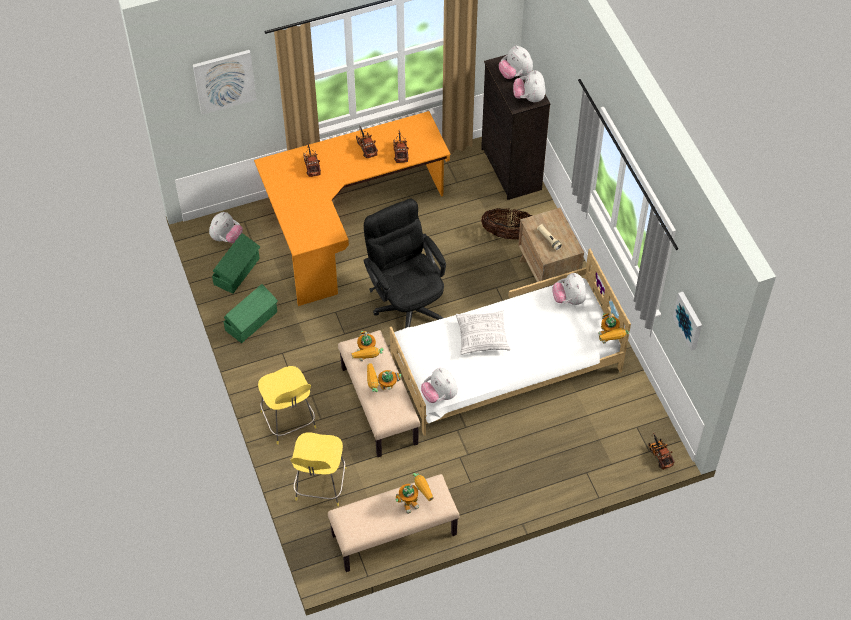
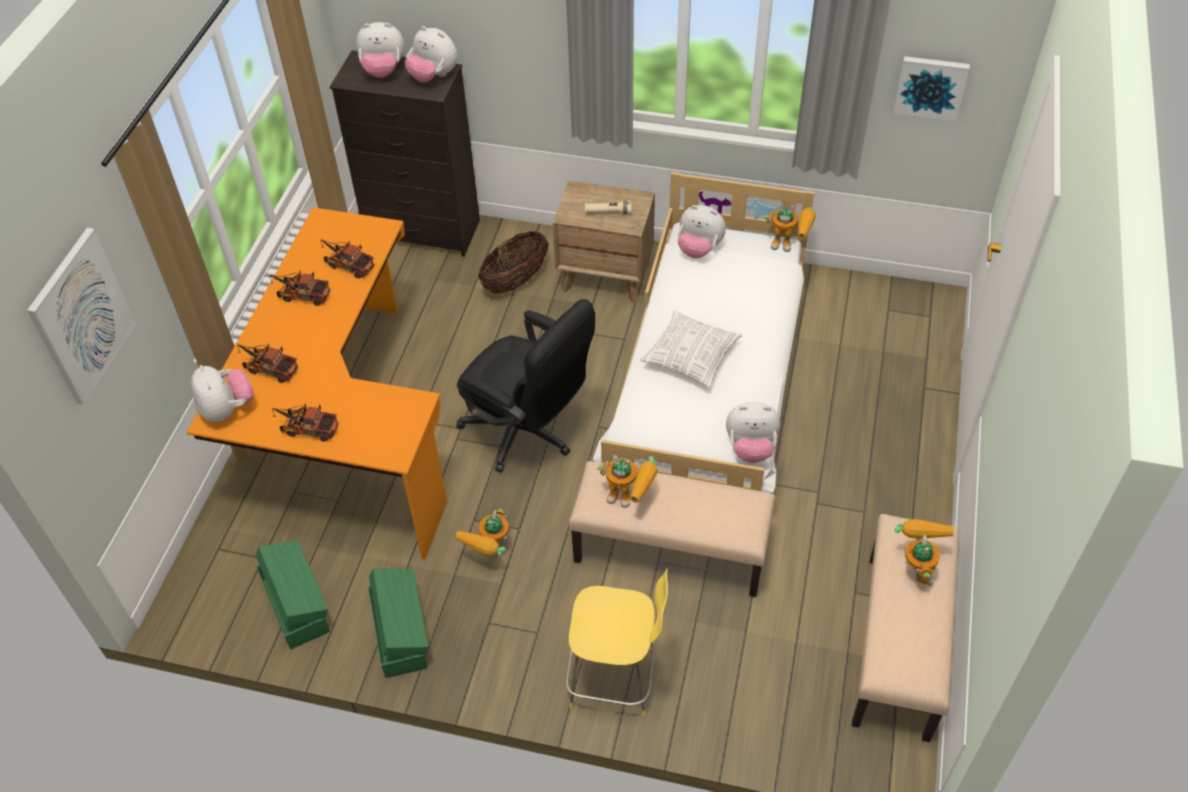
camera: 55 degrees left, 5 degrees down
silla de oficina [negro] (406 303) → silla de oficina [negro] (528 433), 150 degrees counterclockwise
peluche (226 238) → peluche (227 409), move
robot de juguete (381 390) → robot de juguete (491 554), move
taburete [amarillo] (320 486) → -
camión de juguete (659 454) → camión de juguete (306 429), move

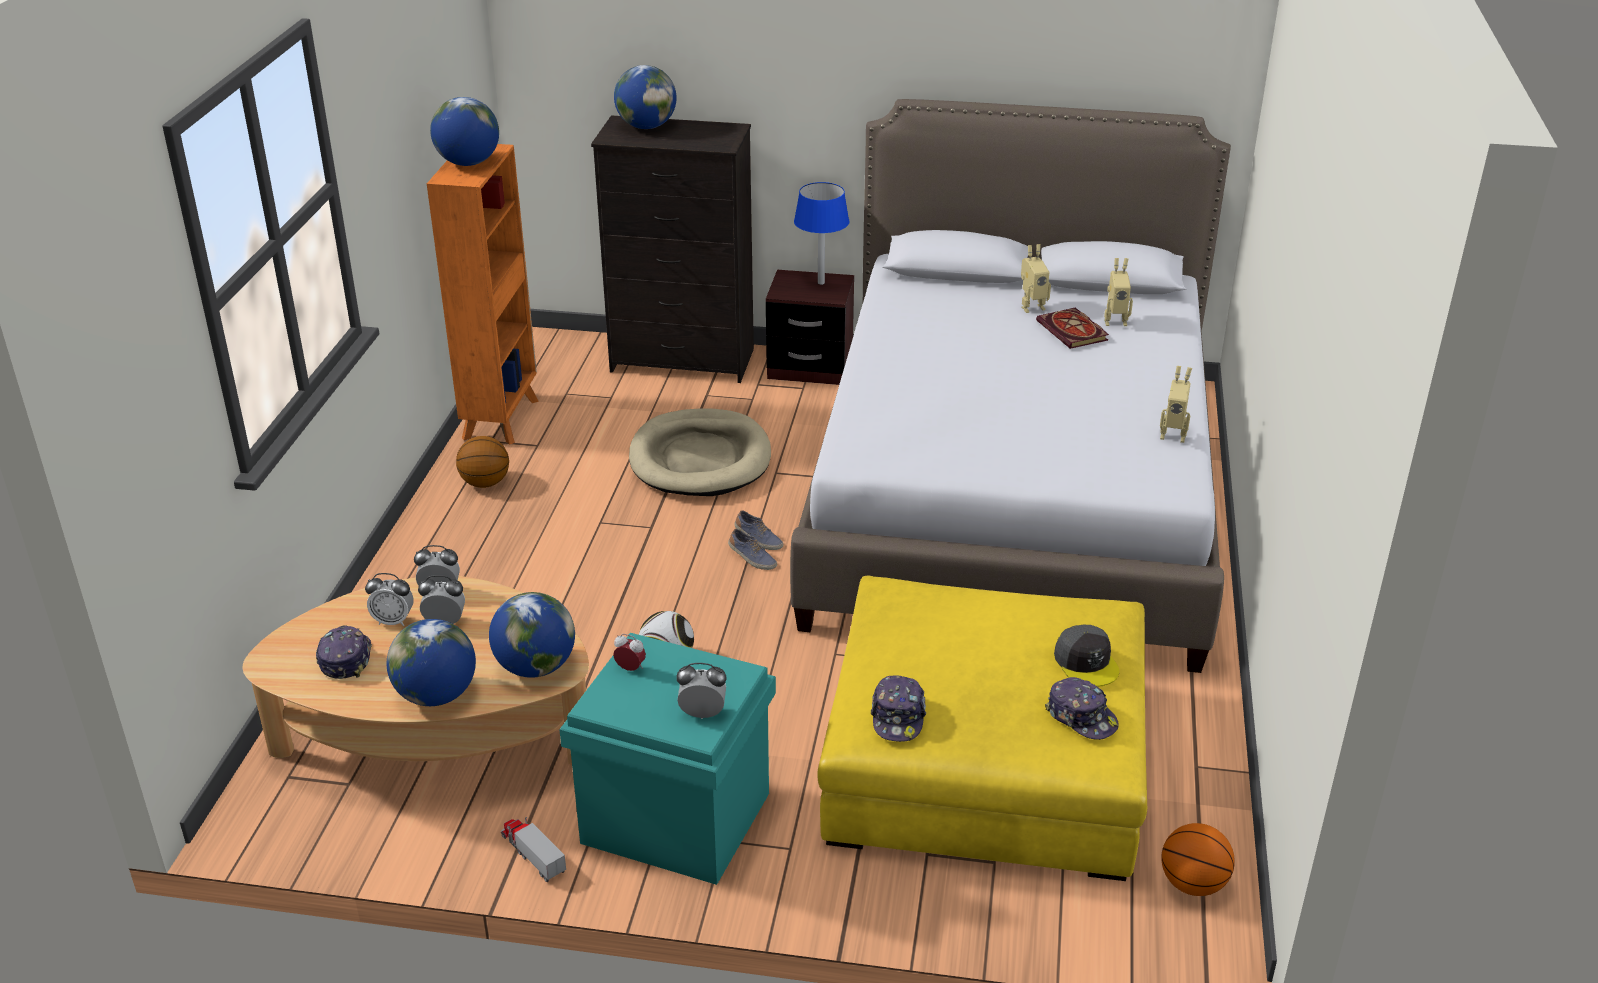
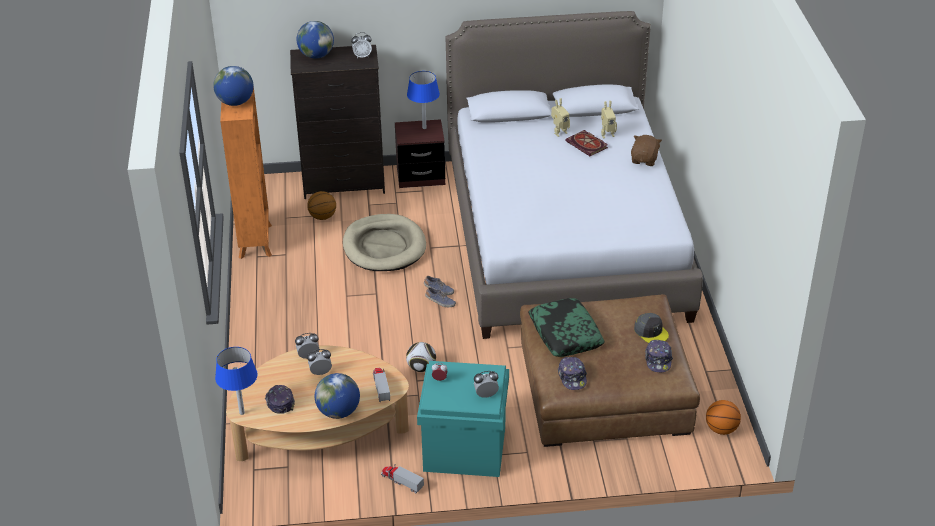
camera: 15 degrees left, 5 degrees up
robot de juguete (1173 435) → -
balón de baloncesto (485 483) → balón de baloncesto (323 217), move
despertador (393 620) → despertador (362 56), move
puf [amarillo] (984 761) → puf [marrón] (604 389)
globo terráqueo (535 667) → camión de juguete (381 387)
gorra (1081 717) → gorra (658 360), 60 degrees clockwise
- → peluche [marrón] (644 160)
- → cojín (565 334)
- → lámpara de mesa [azul] (242 413)

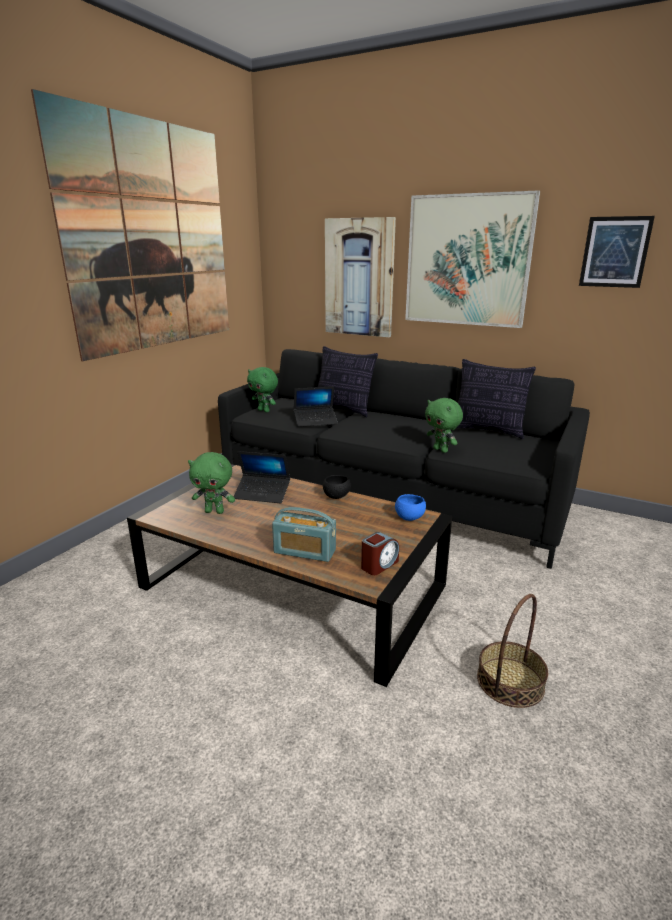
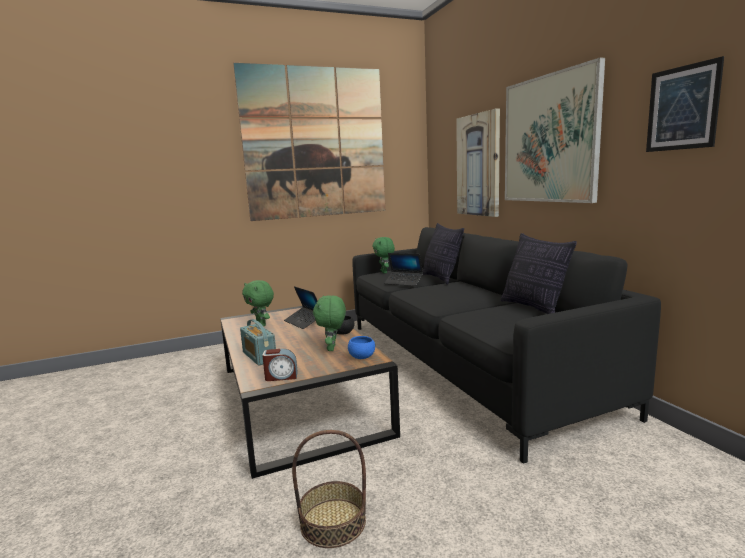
camera: 40 degrees right, 10 degrees down
peluche [verde] (441 450) → peluche [verde] (332 348), move

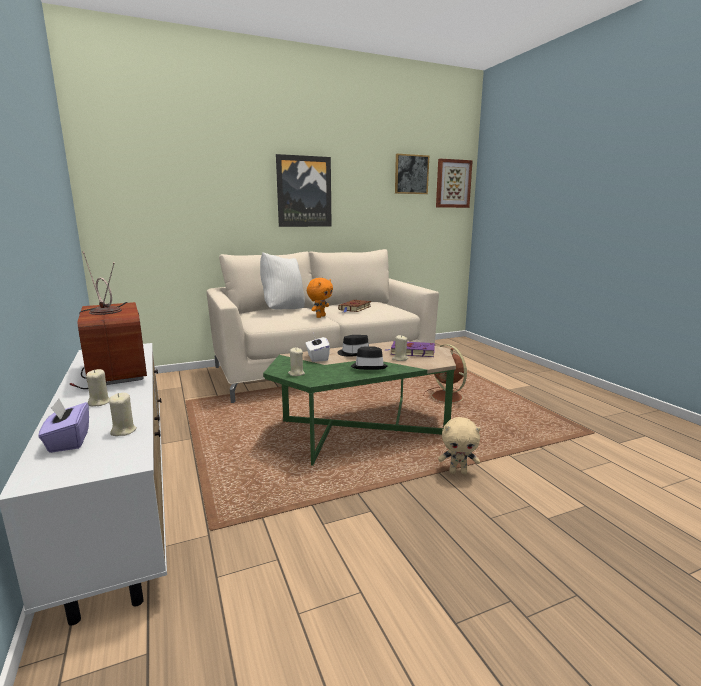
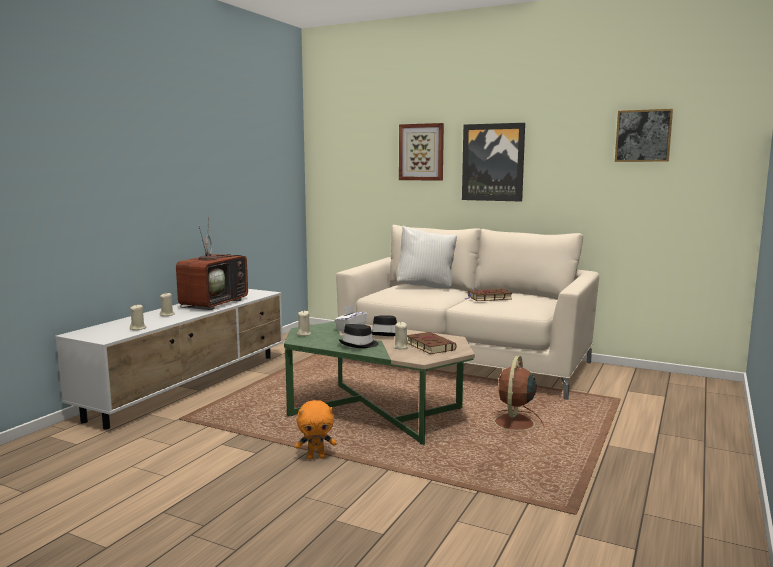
camera: 50 degrees right, 5 degrees down
cuadro (453 184) → cuadro (421 152), move
peluche [naranja] (320 316) → peluche [naranja] (316 457), move
libro [morado] (411 352) → libro [marrón] (429 346)
caja de pañuelos [morado] (68 441) → -
peluche [beis] (458 472) → -

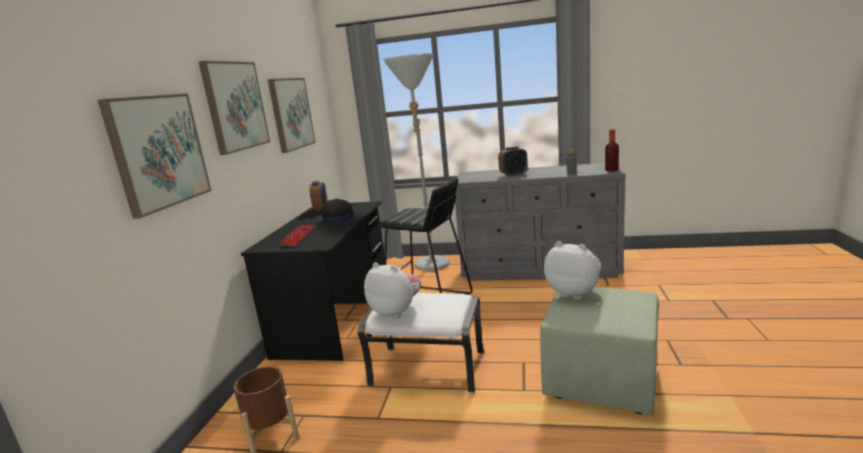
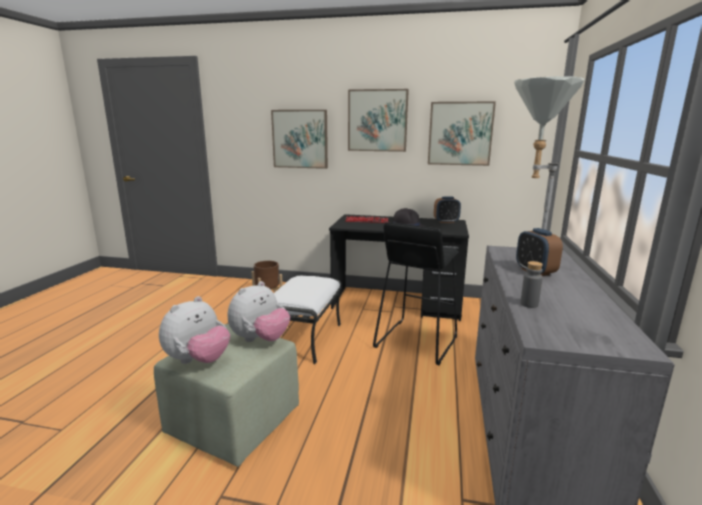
camera: 90 degrees right, 0 degrees up
botella (611 170) → -
peluche (396 312) → peluche (198 360), move

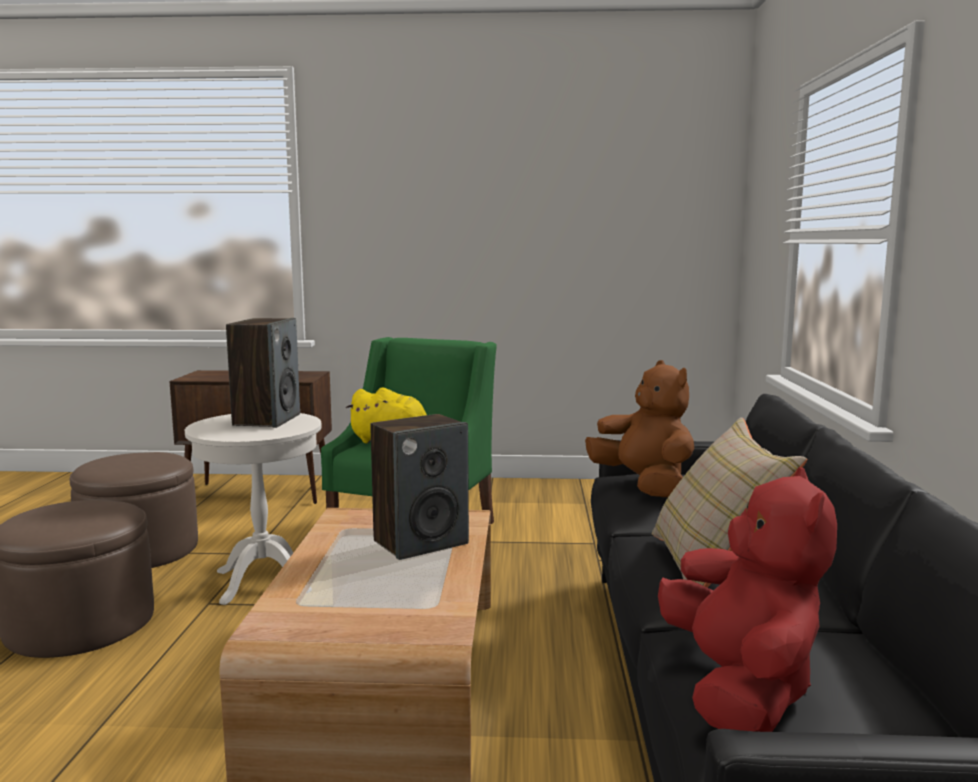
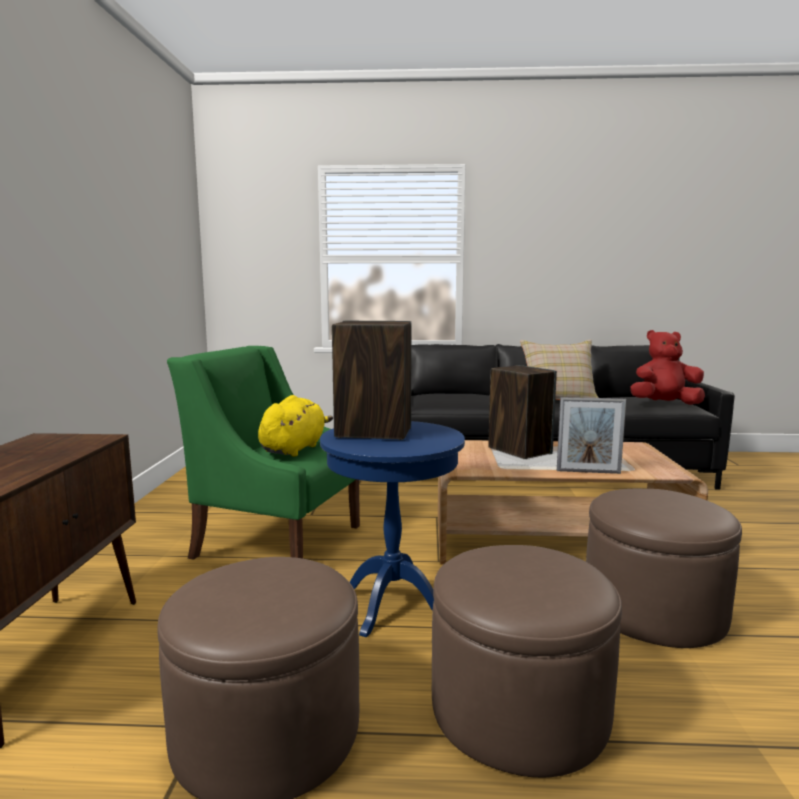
camera: 90 degrees left, 0 degrees up
peluche [marrón] (644 485) → -
mesa auxiliar [blanco] (263 581) → mesa auxiliar [azul] (392 604)
- → portarretratos (588 472)
- → puf [marrón] (654 609)

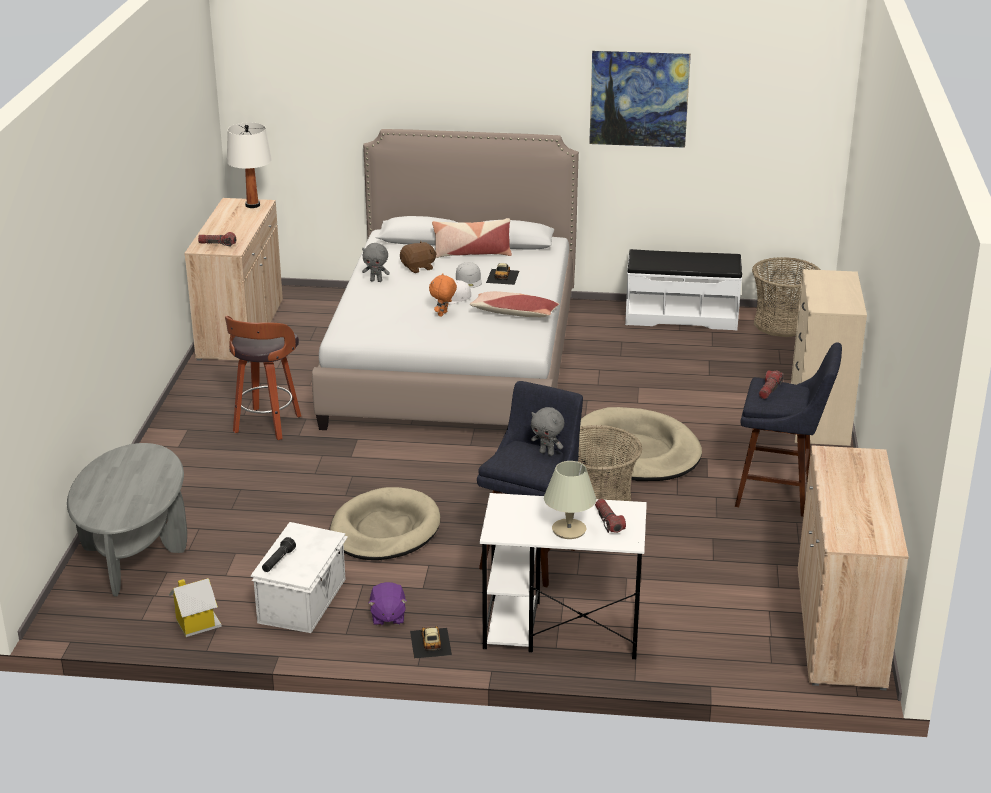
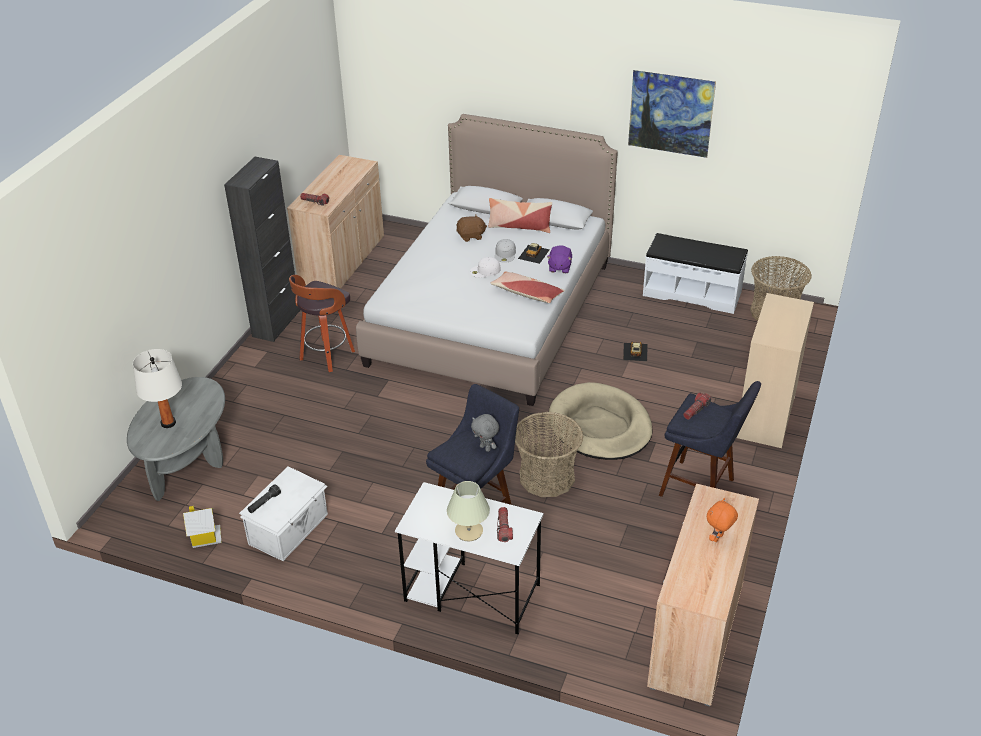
camera: 15 degrees right, 10 degrees up
lámpara de mesa [blanco] (252 205) → lámpara de mesa [blanco] (168 423), move
peluche [gris] (376 280) → -
peluche [naranja] (443 314) → peluche [naranja] (718 538), move
cama para perro [beis] (385 530) → -
peluche [morado] (387 616) → peluche [morado] (559 267), move
coche de juguete (430 643) → coche de juguete (635 352), move
- → armario [negro] (276 323)

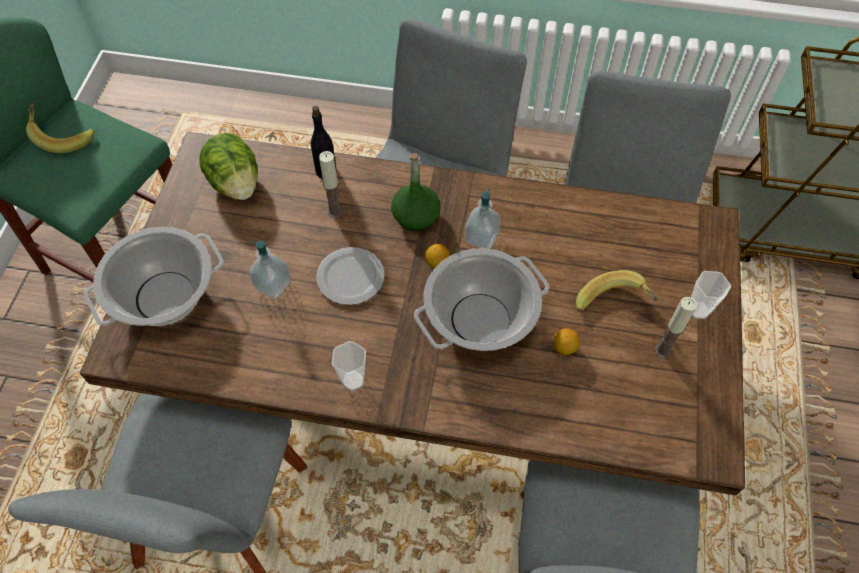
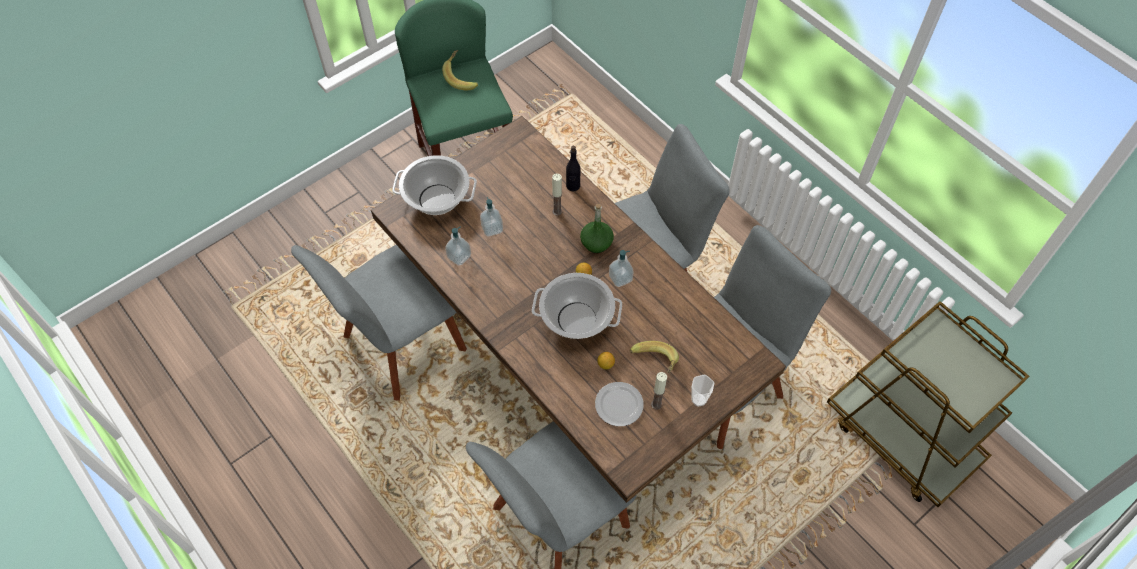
camera: 40 degrees right, 0 degrees up
lechuga (236 183) → -
plato (351 278) → plato (618 405), move
taza (353 380) → -
- → dispensador de jabón (459 256)

